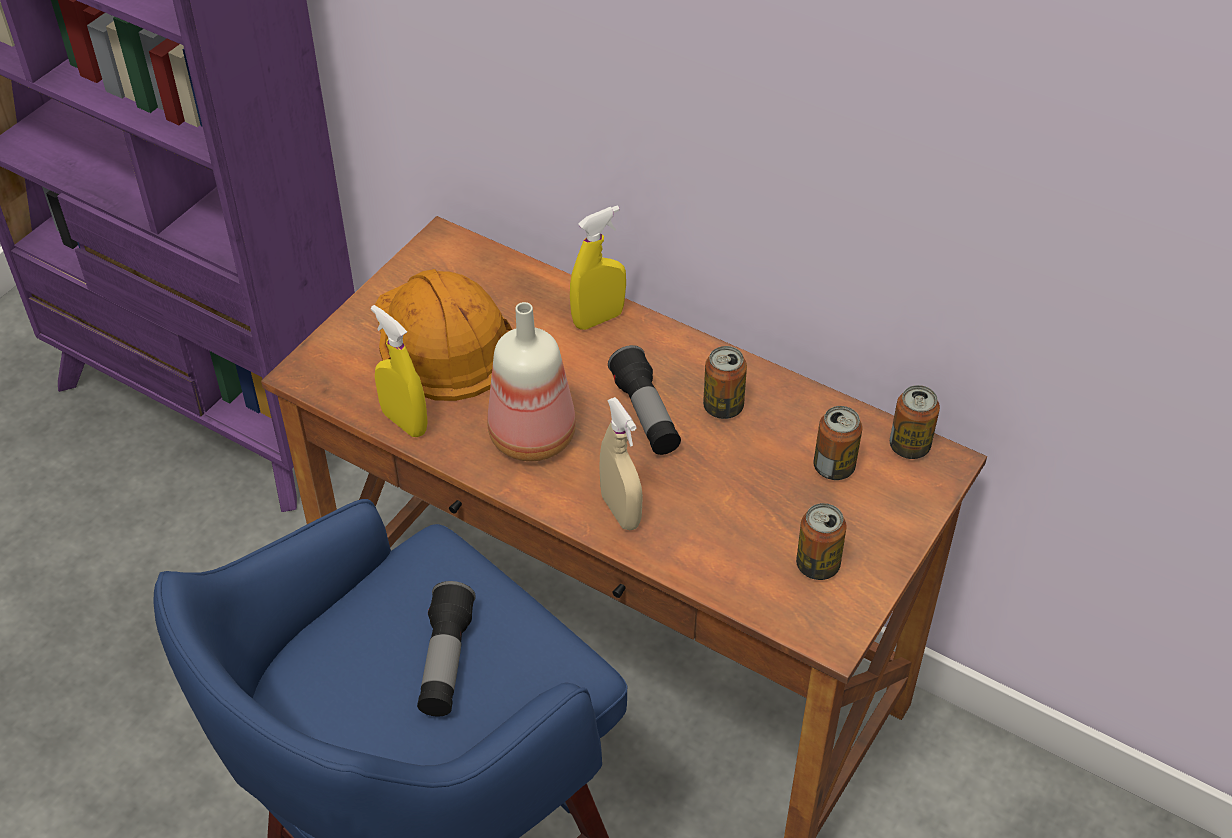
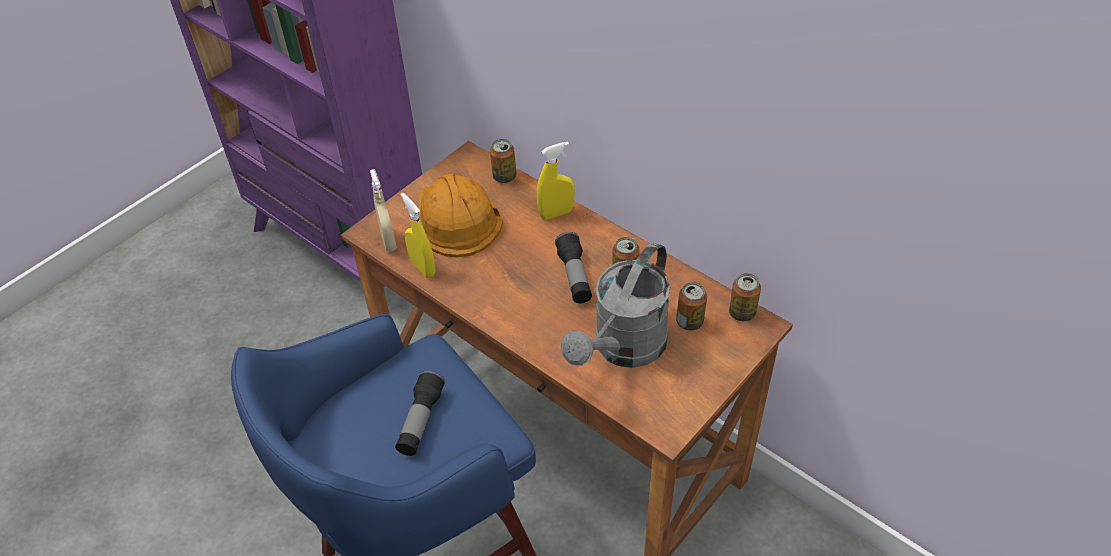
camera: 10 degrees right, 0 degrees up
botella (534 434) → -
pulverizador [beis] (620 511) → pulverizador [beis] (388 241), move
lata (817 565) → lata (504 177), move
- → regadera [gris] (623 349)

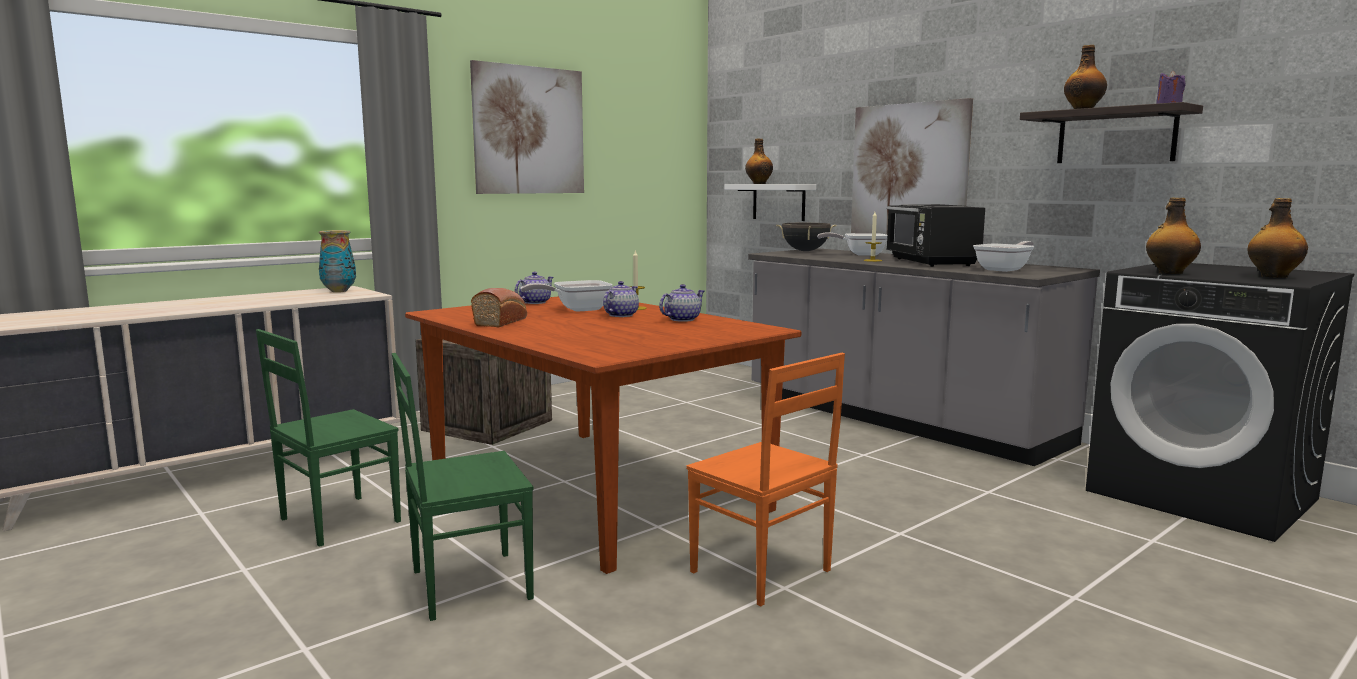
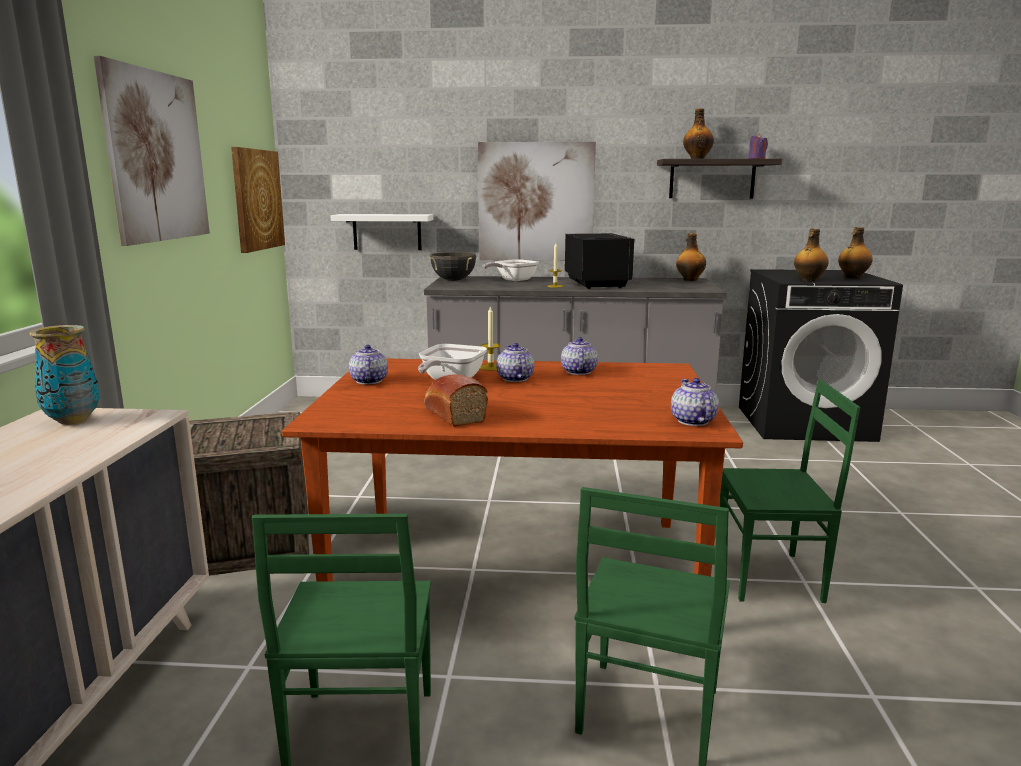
camera: 45 degrees left, 5 degrees up
botella (759 183) → botella (689 280), move
microondas [negro] (930 262) → microondas [negro] (597 283), 135 degrees counterclockwise
sartén (1005 269) → -
silla [naranja] (761 572) → silla [verde] (770 577)
- → cuadro (257 199)
- → tetera (692 421)

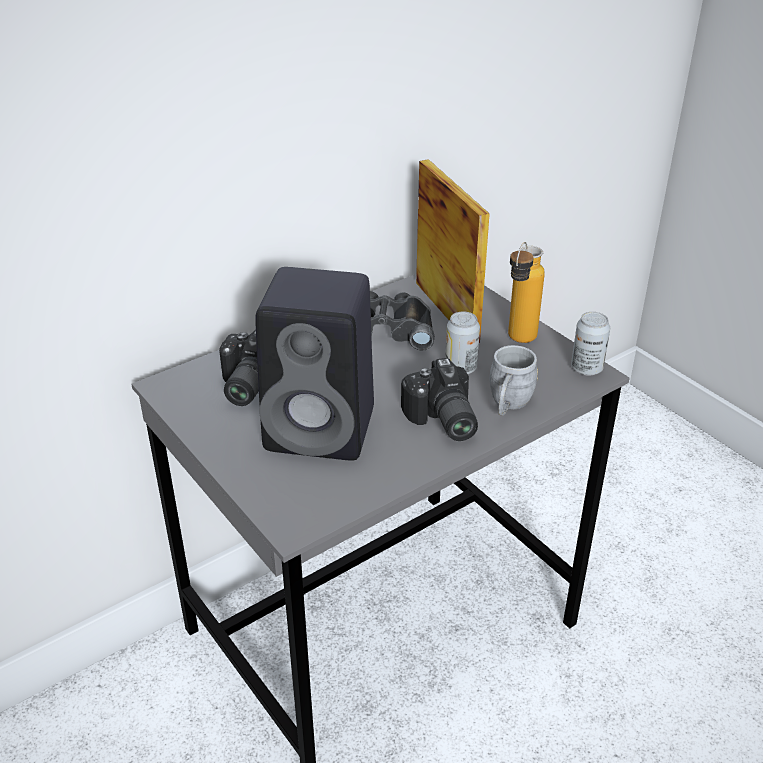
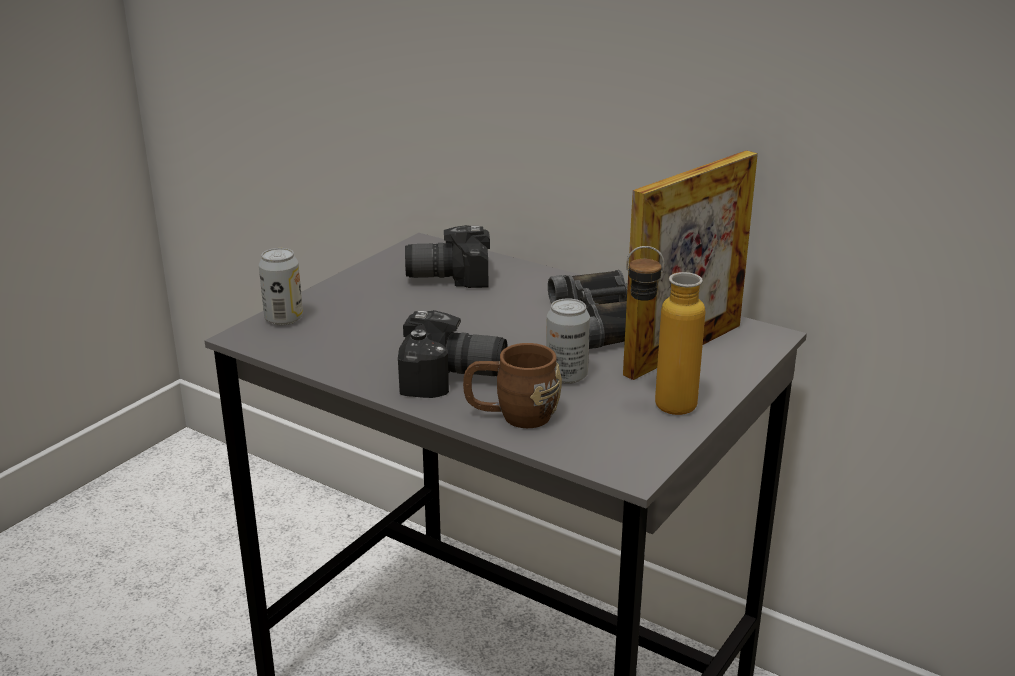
camera: 70 degrees right, 10 degrees down
altavoz [negro] (324 429) → -
lata (586 368) → lata (284 319), move
taza grande [gris] (508 405) → taza grande [marrón] (512 416)
cámara (441 421) → cámara (452 380), 135 degrees counterclockwise

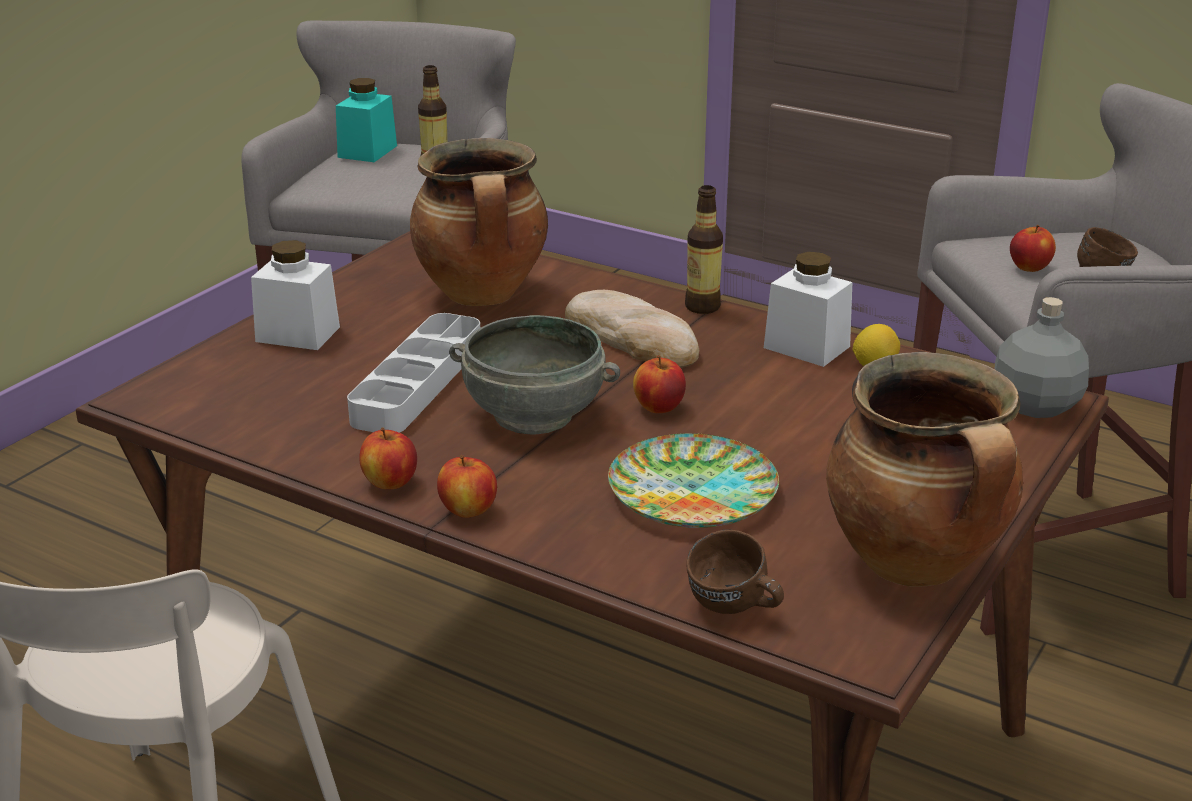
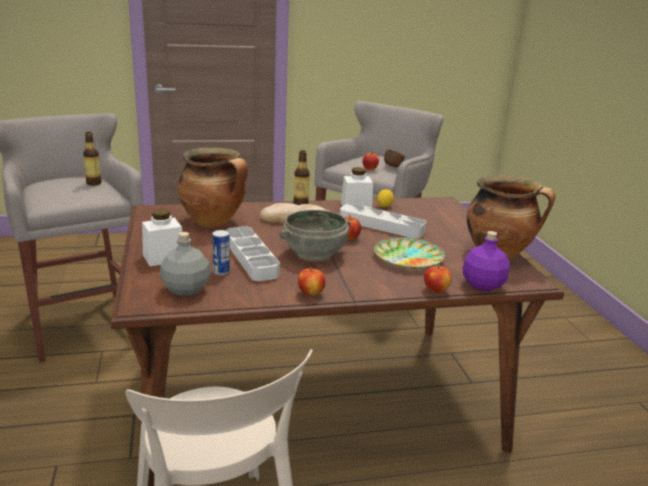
camera: 45 degrees left, 5 degrees down
tarro [turquesa] (367 151) → -
botella [gris] (1037 406) → botella [gris] (187 289), move
manzana (468 510) → manzana (436 290), move
taza grande [marrón] (733 610) → botella [morado] (483 285)
- → bandeja [gris] (381 225)
- → lata (221 272)

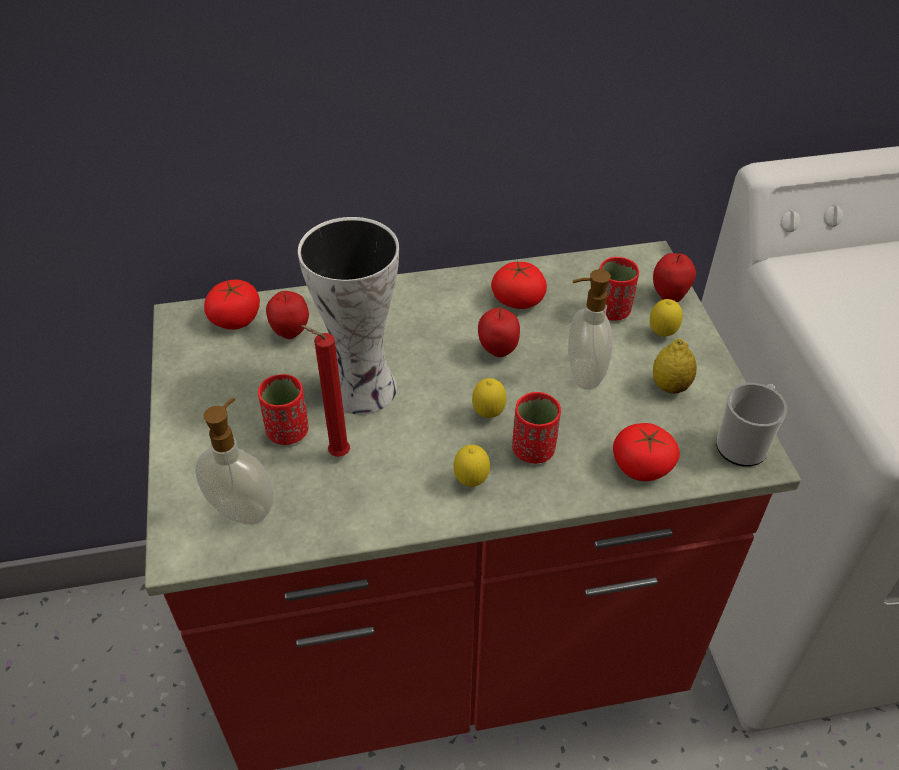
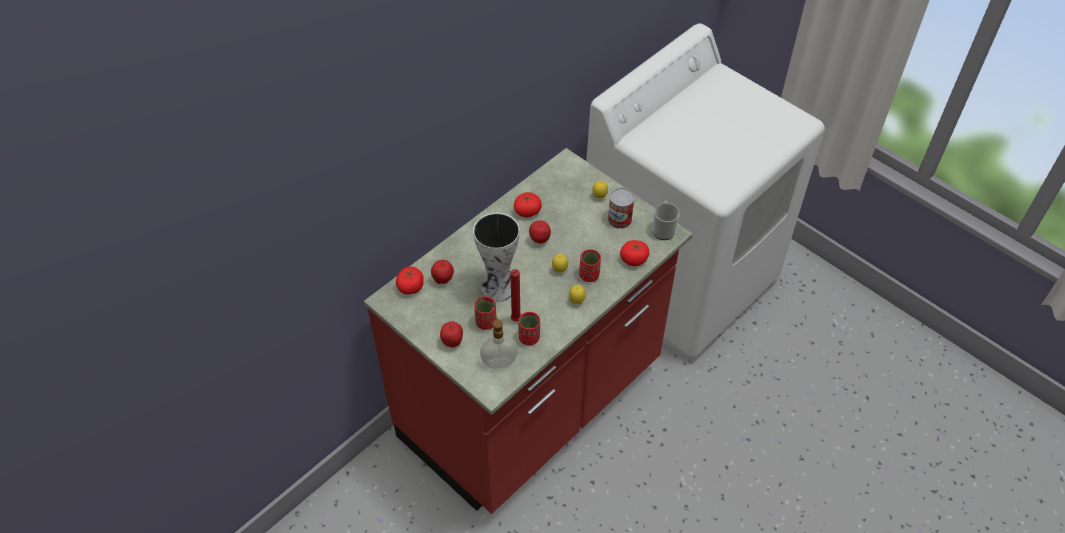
camera: 35 degrees left, 5 degrees up
manzana (669 295) → manzana (452 342), move
taza [rojo] (612 311) → taza [rojo] (529 338), move
dispensador de jabón (583 374) → -
limón (670 386) → lata (619 219)

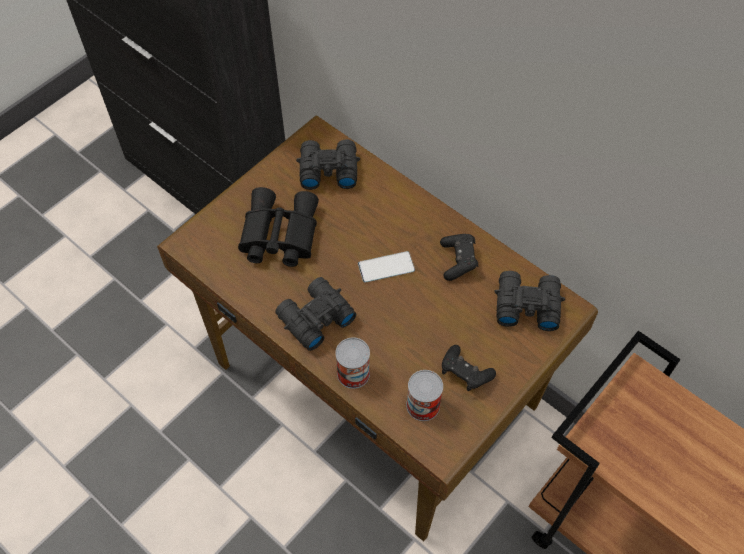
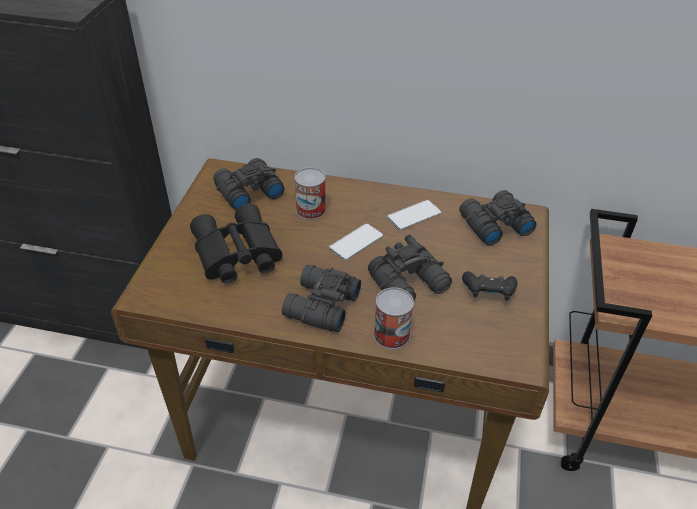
camera: 30 degrees left, 15 degrees down
mando de consola [negro] (458 261) → móvil (414 215)
lata (423 405) → lata (311 210), move
- → prismáticos [negro] (410 283)

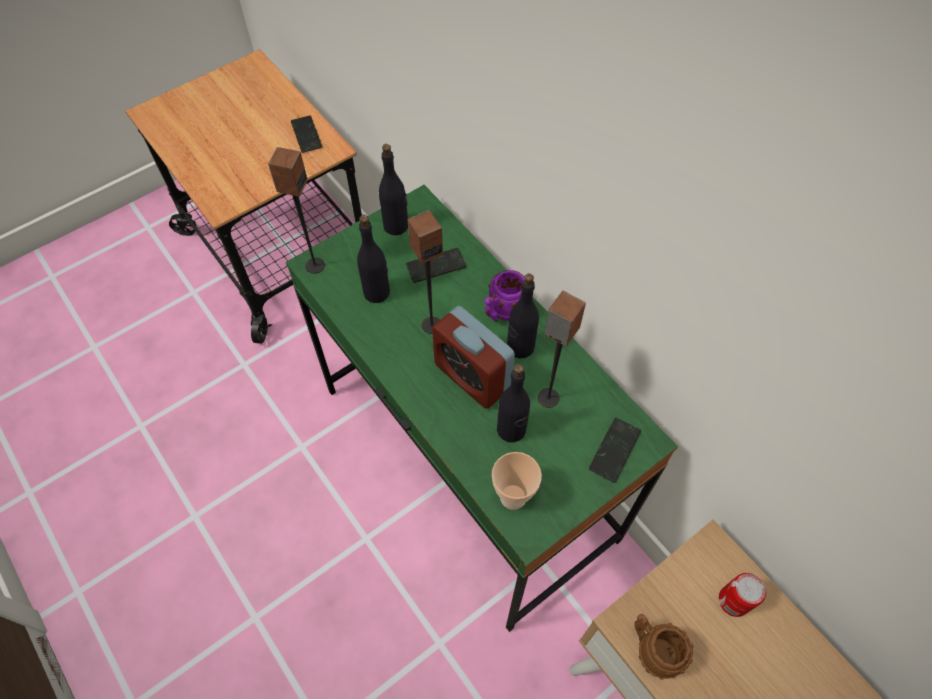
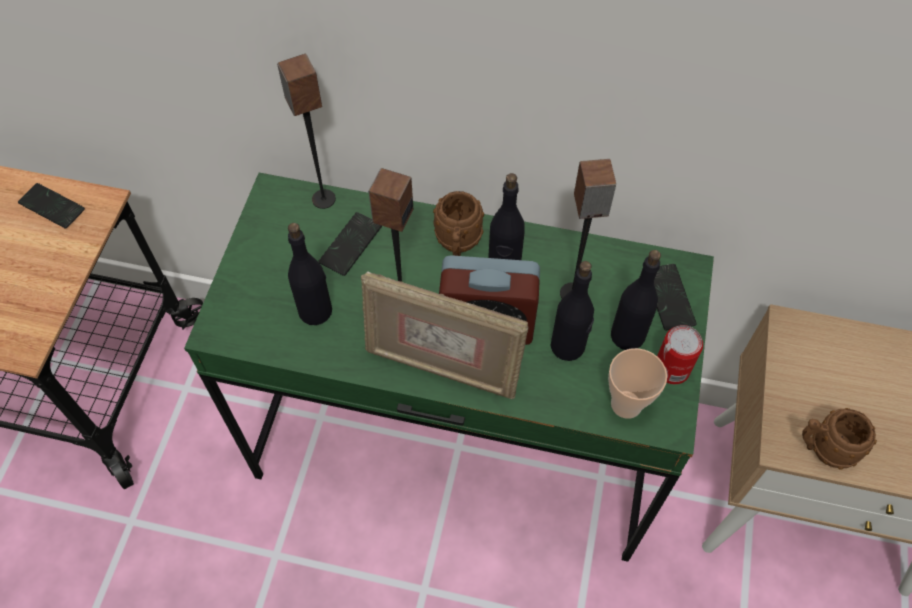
camera: 40 degrees left, 0 degrees up
botella [negro] (396 225) → botella [negro] (628 335), move
altavoz (314 265) → altavoz (323 199), move
taza grande [morado] (503 312) → taza grande [marrón] (458 245)
lata (733 601) → lata (672 368), move
- → portarretratos (442 367)

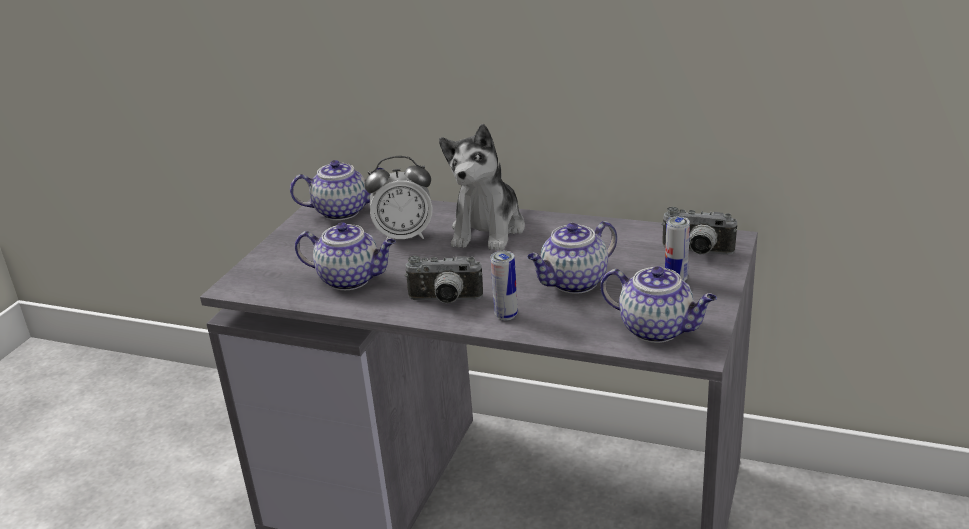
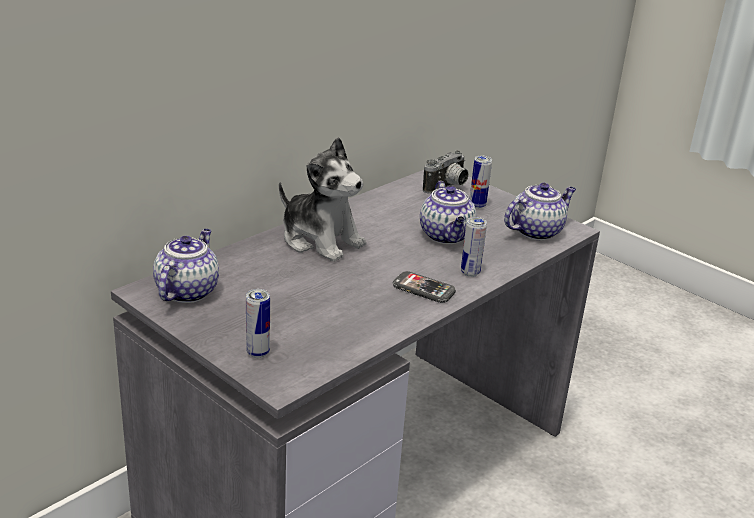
camera: 70 degrees left, 0 degrees up
despertador (404 236) → -
tetera (351 279) → -
cámara (445 301) → móvil (423 289)
- → lata (258 353)

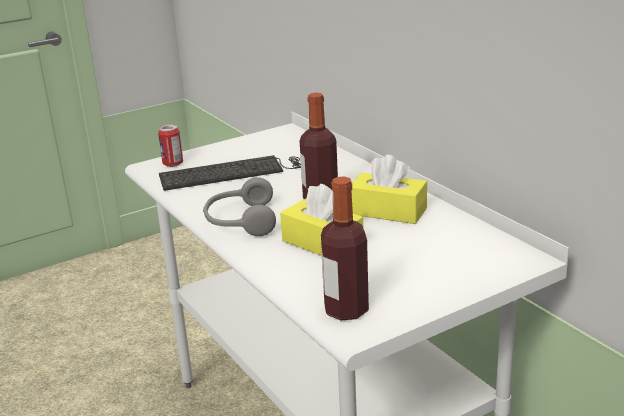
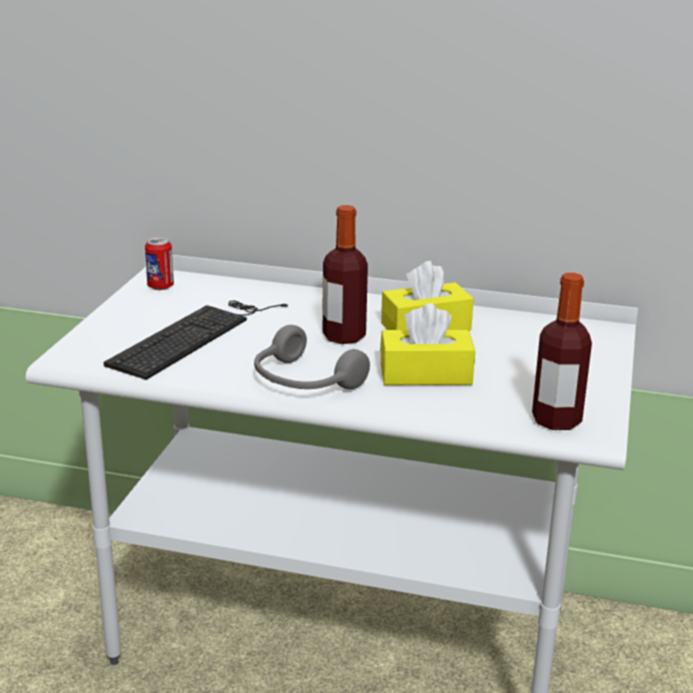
camera: 45 degrees left, 0 degrees up
lata (173 164) → lata (160 286), move

